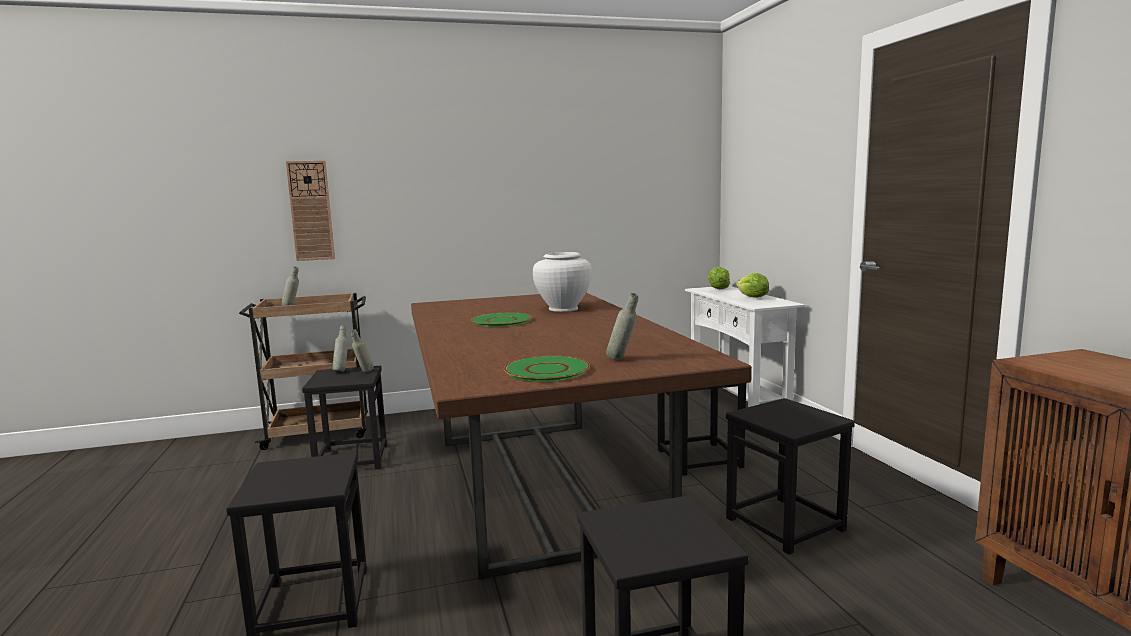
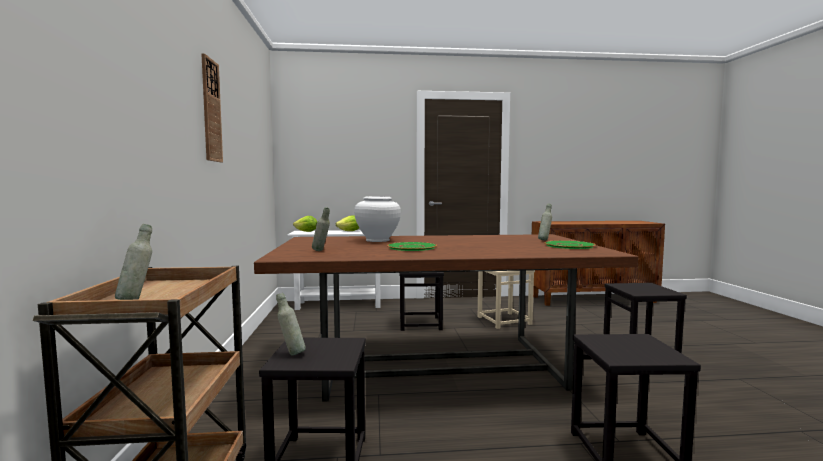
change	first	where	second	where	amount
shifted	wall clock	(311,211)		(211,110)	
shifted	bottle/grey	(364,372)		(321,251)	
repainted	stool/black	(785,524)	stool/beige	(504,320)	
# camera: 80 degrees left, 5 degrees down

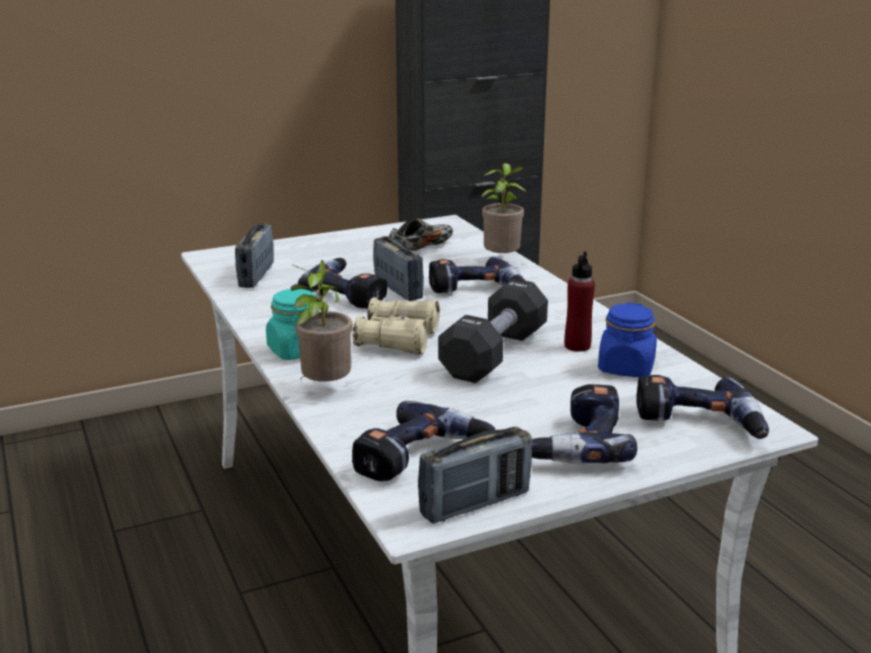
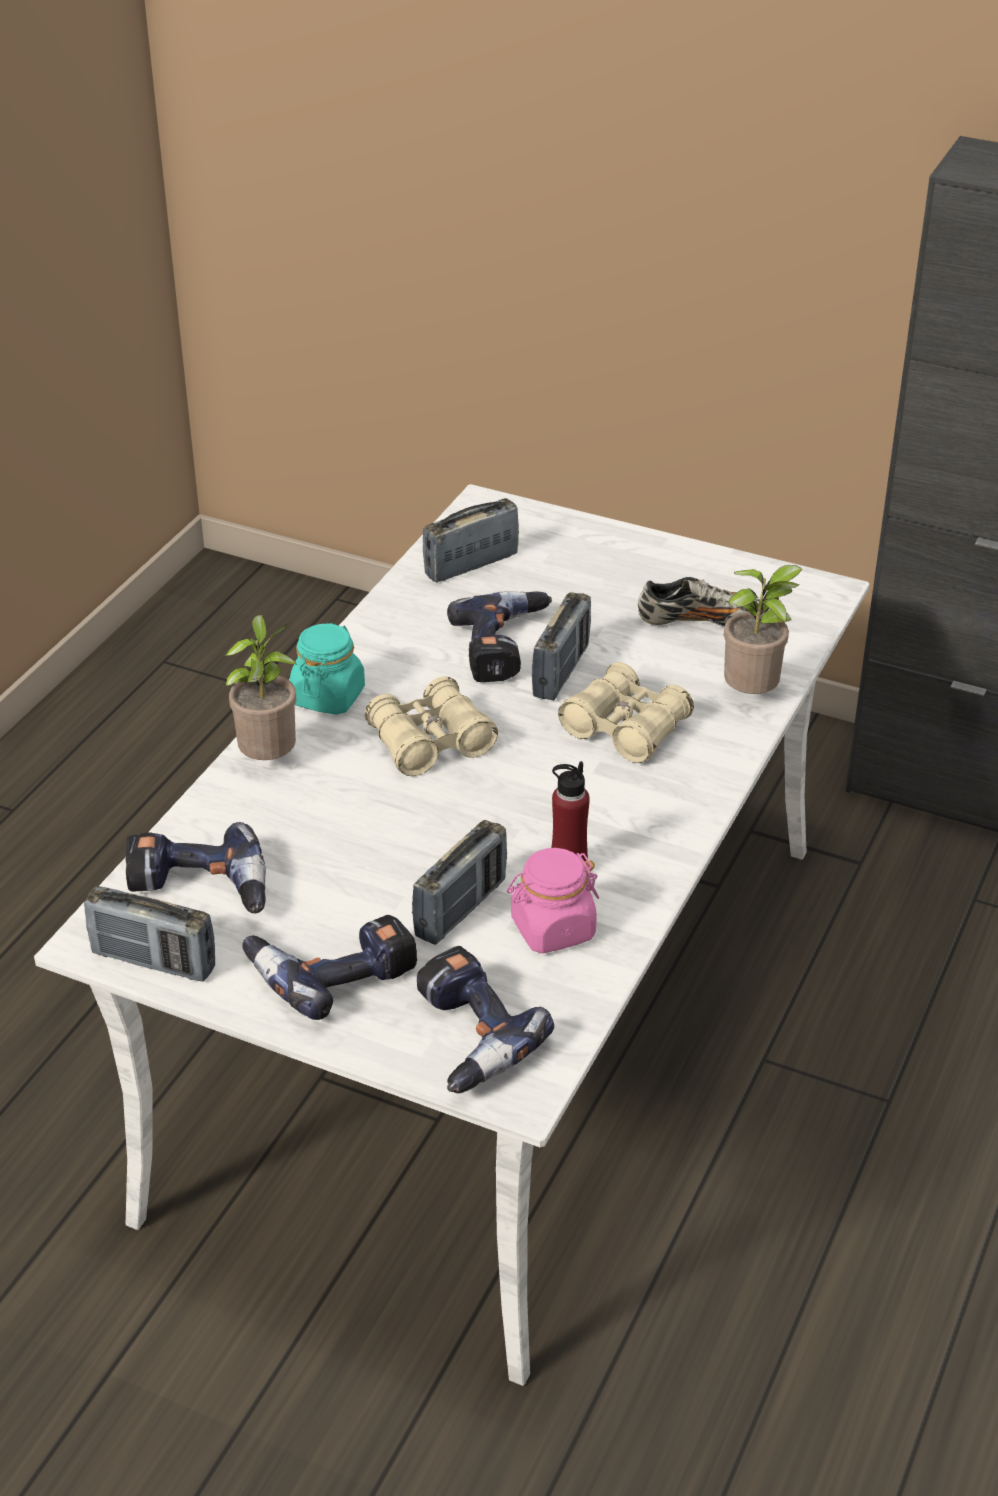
change	first	where	second	where	amount
gone	dumbbell/black	(494,354)			
new			radio	(461,909)	
swapped	power drill	(477,293)	binoculars/beige	(625,728)	
repainted	jar/blue	(626,368)	jar/pink	(552,929)	
# camera: 50 degrees right, 15 degrees up

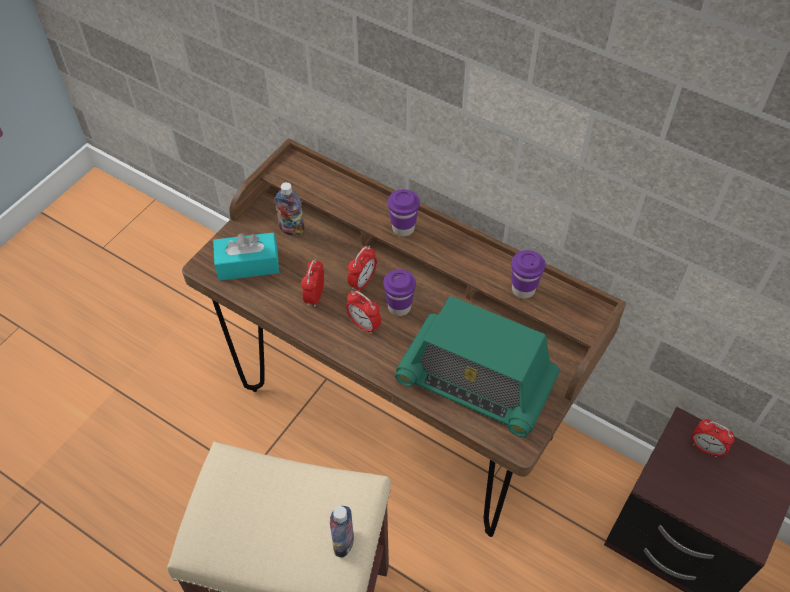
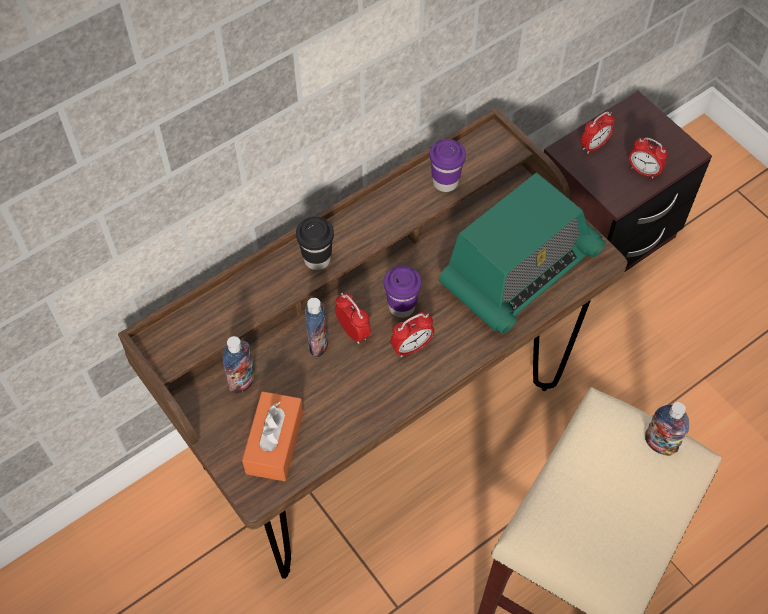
change	first	where	second	where	amount
new			bottle	(318,344)	
shifted	alarm clock	(314,296)		(643,171)	
repainted	tissue box/turquoise	(248,264)	tissue box/orange	(274,443)	
repainted	cup/purple	(403,228)	cup/black	(317,259)	
# camera: 70 degrees left, 5 degrees up

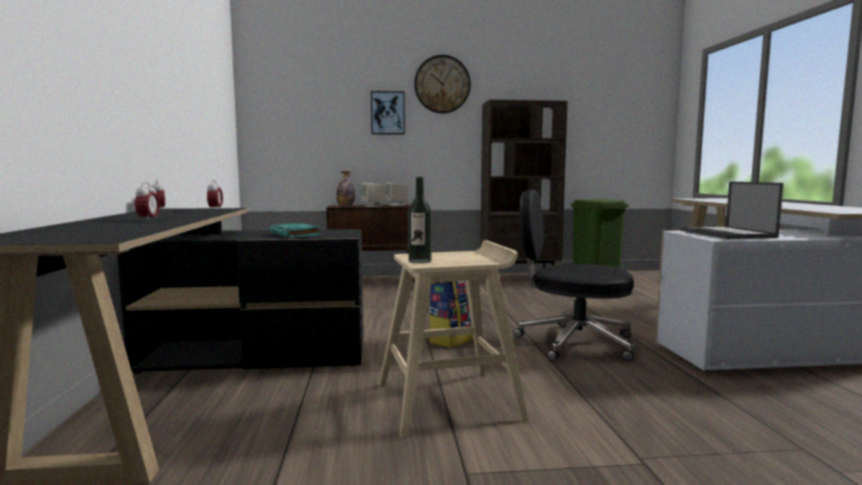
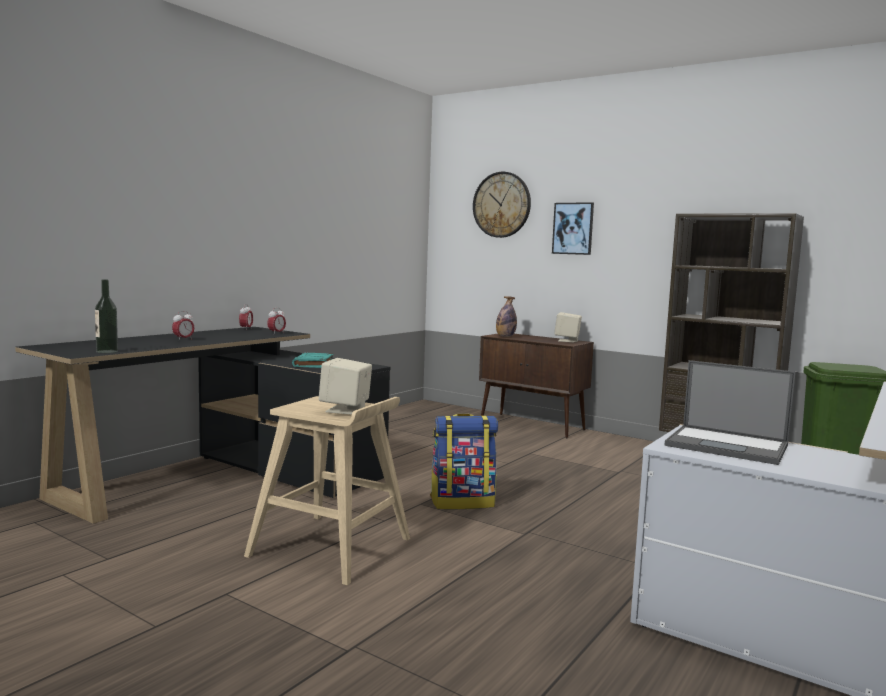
change	first	where	second	where	amount
gone	office chair/black	(573,342)			
shifted	speaker/beige	(373,206)		(345,410)	
shifted	bottle	(419,261)		(107,351)	
shifted	wall clock	(442,84)		(501,205)	
rotated	laptop	(727,234)		(728,446)	90 degrees counterclockwise
# camera: 40 degrees right, 0 degrees up

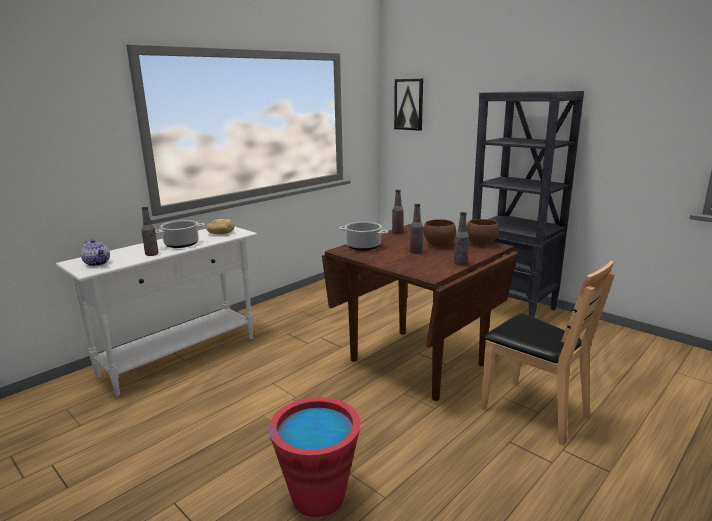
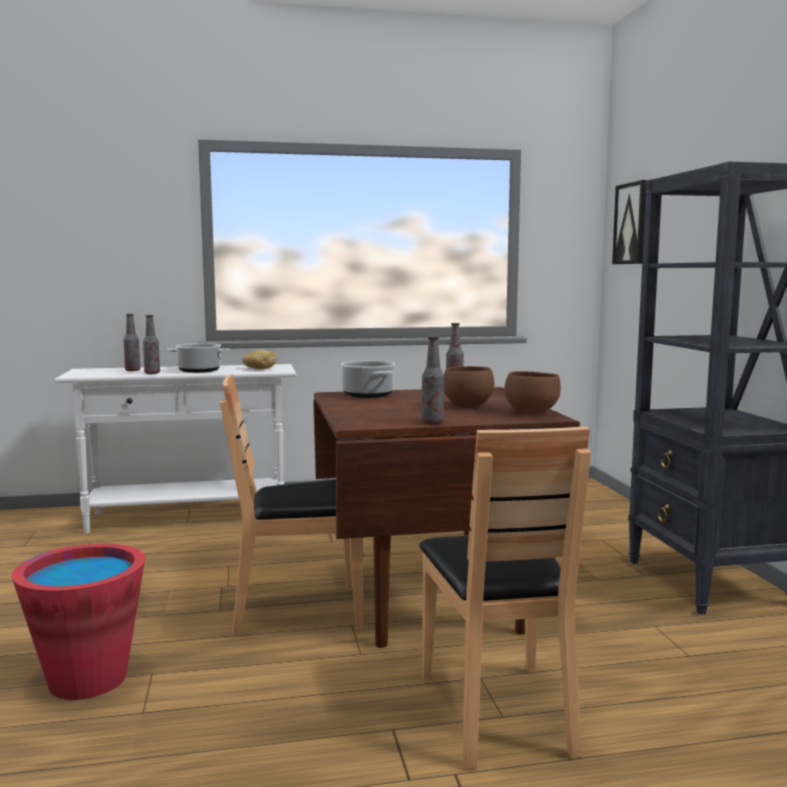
change	first	where	second	where	amount
gone	teapot	(97,263)			
new			chair/brown	(299,612)	
shifted	bottle	(416,252)		(132,370)	
# camera: 35 degrees right, 10 degrees down

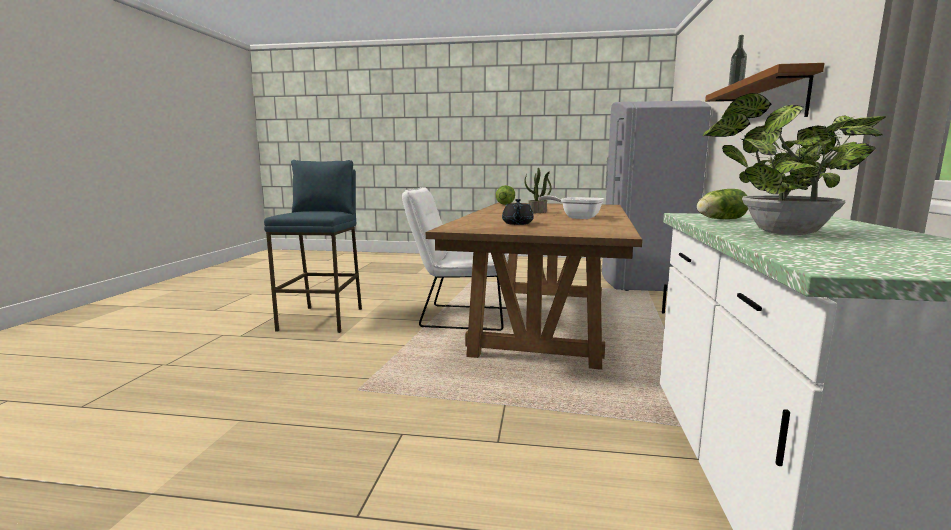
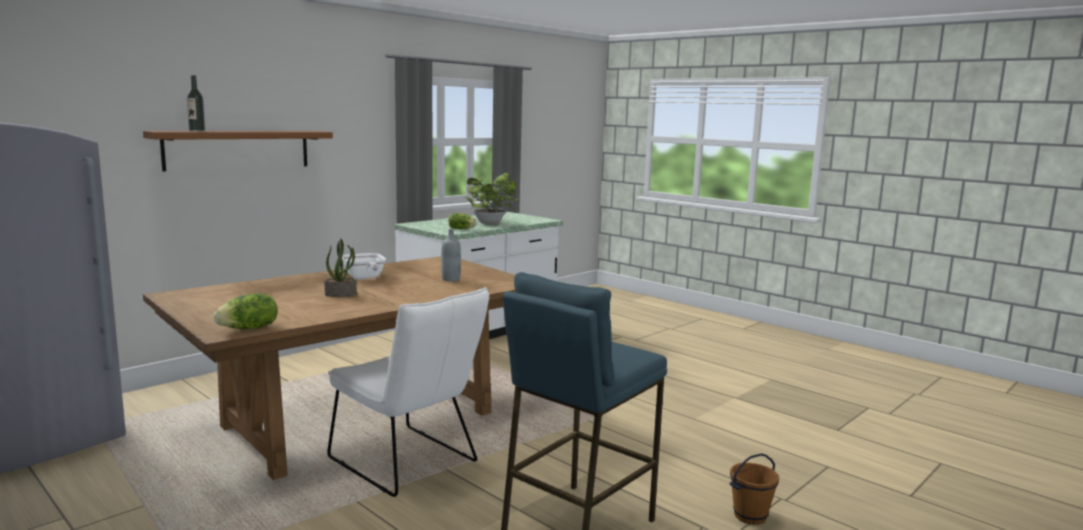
change	first	where	second	where	amount
new			bucket/brown	(749,516)	
swapped	teapot/black	(517,224)	bottle/grey	(451,279)	
# camera: 145 degrees left, 0 degrees up

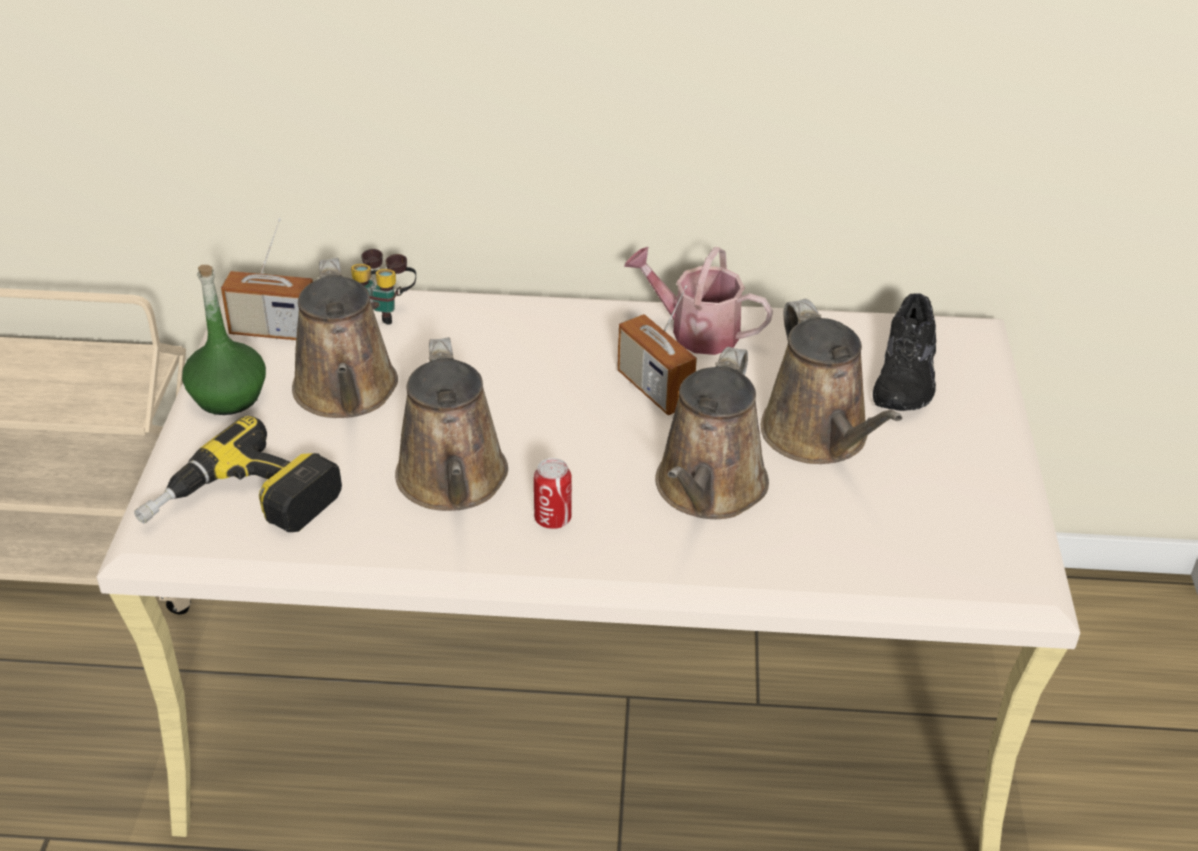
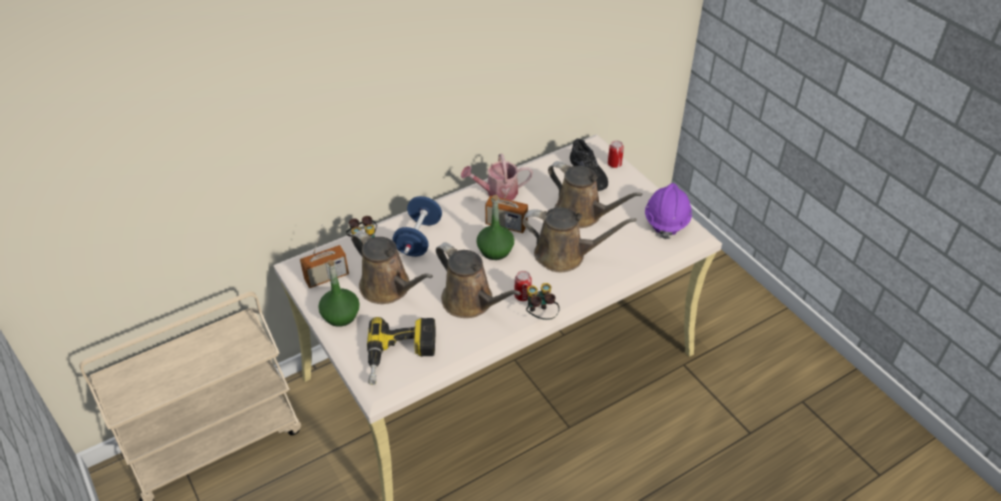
change	first	where	second	where	amount
new			dumbbell/blue	(418,239)	
new			bottle/green	(495,250)	
new			binoculars	(540,316)	
new			can	(614,164)	
new			hard hat/purple	(666,220)	
rotated	watering can/brown	(708,490)		(565,255)	60 degrees counterclockwise
# camera: 35 degrees left, 5 degrees up

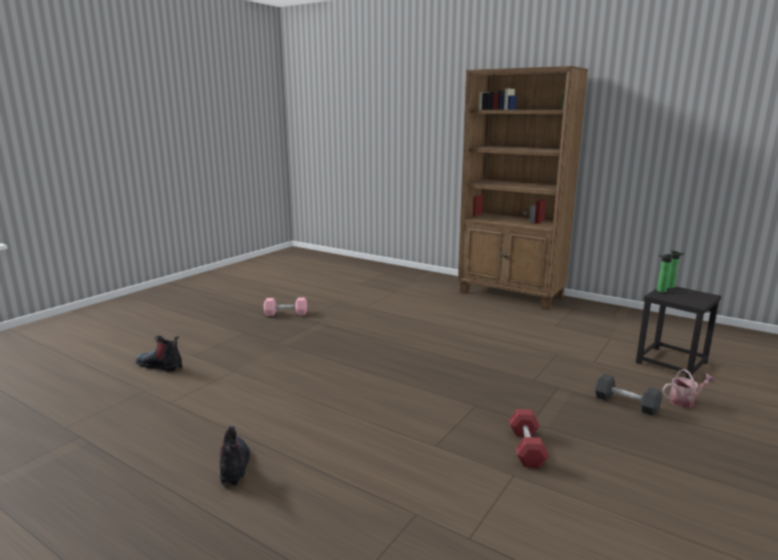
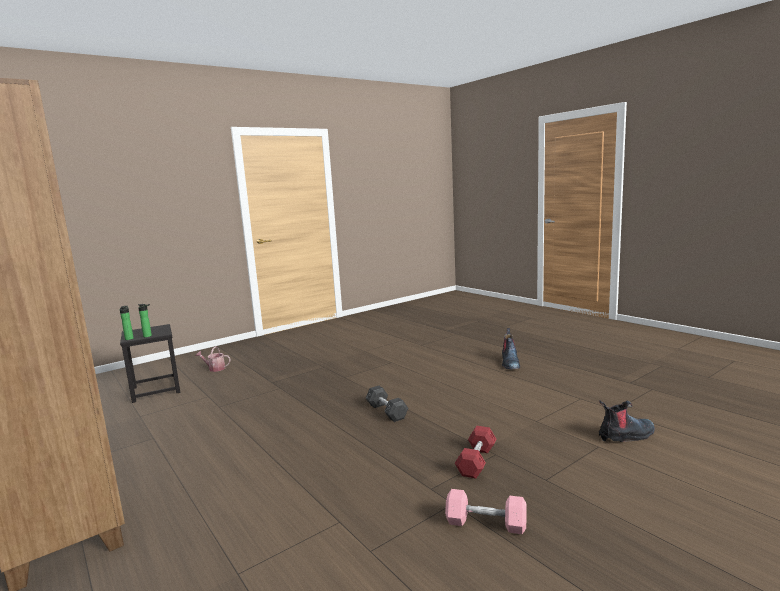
change	first	where	second	where	amount
shifted	dumbbell/red	(526,448)		(476,461)	
shifted	dumbbell/grey	(626,403)		(386,411)	
rotated	boot	(161,366)		(626,436)	60 degrees counterclockwise
# camera: 160 degrees left, 5 degrees down

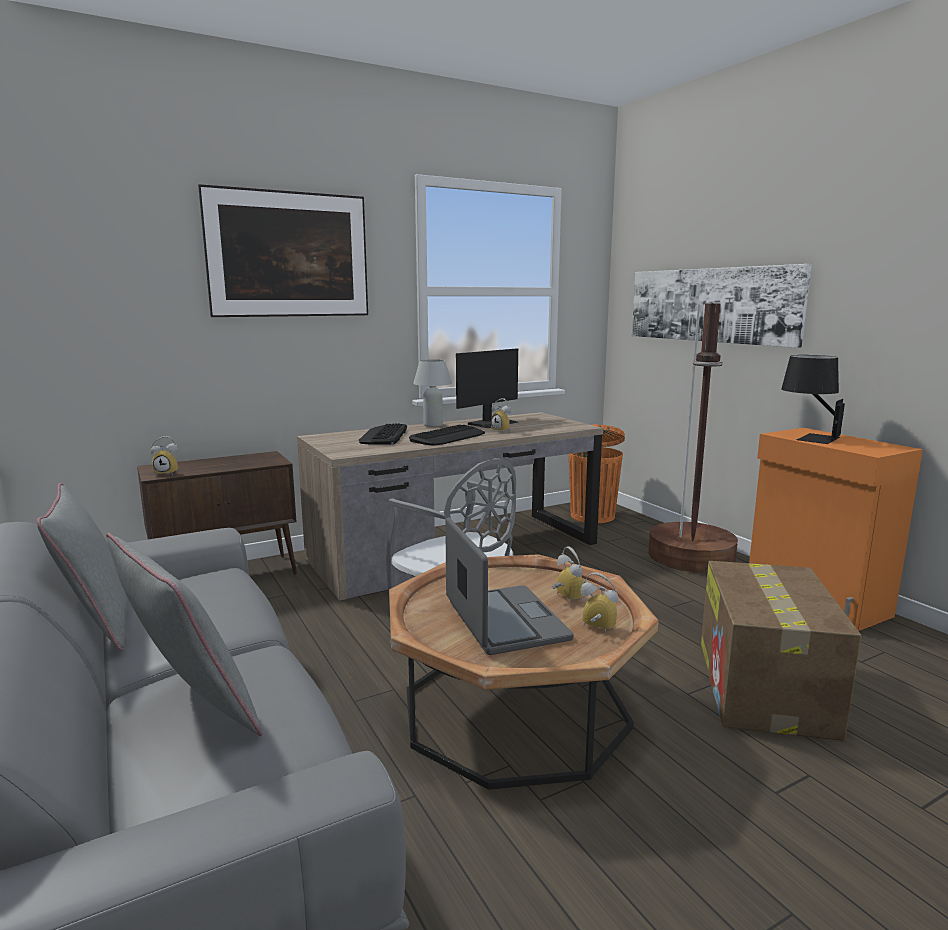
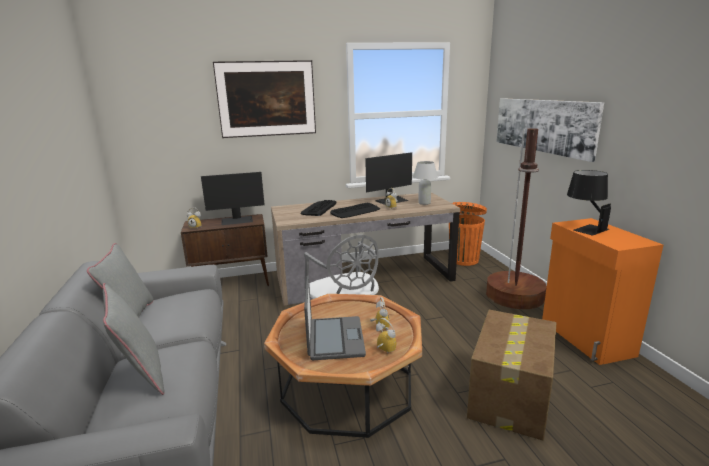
change	first	where	second	where	amount
new			monitor	(237,220)	
shifted	table lamp/white	(433,425)		(424,203)	
# camera: 15 degrees right, 5 degrees up

